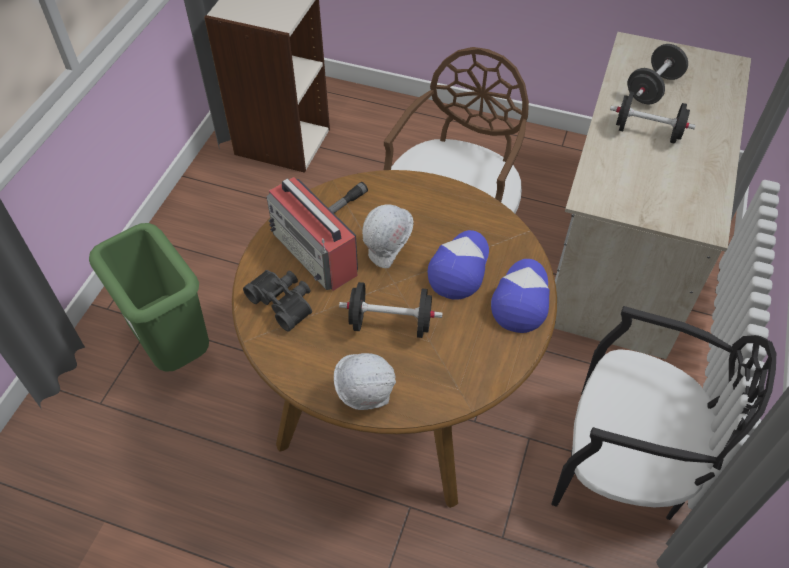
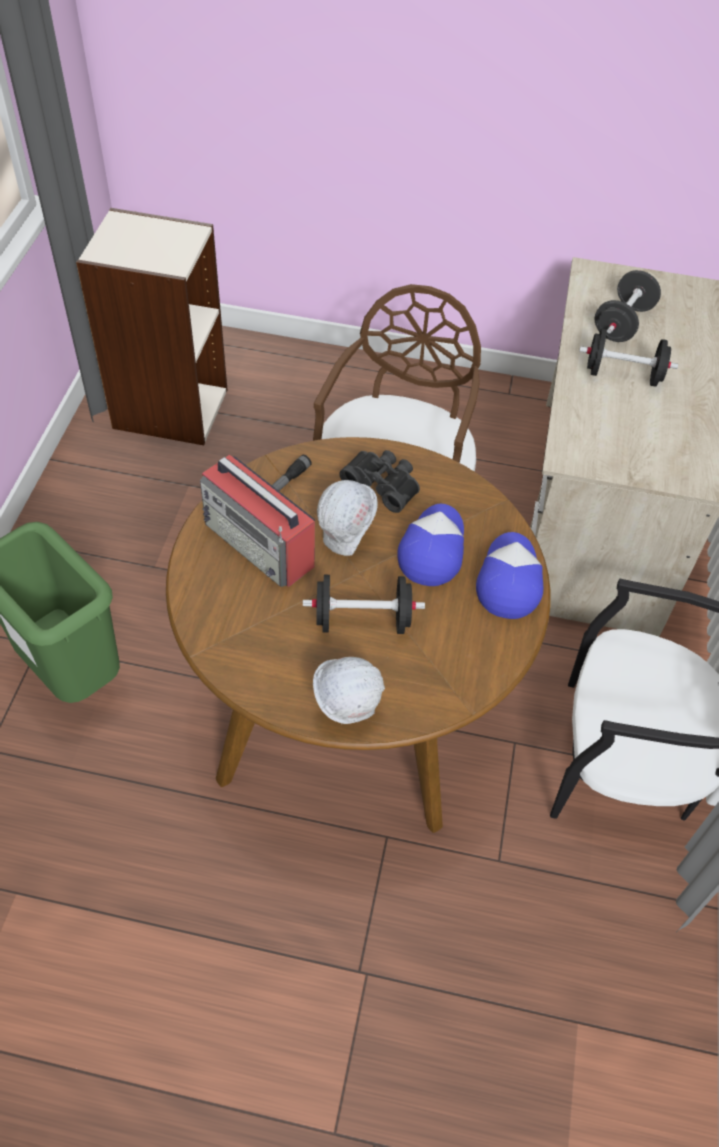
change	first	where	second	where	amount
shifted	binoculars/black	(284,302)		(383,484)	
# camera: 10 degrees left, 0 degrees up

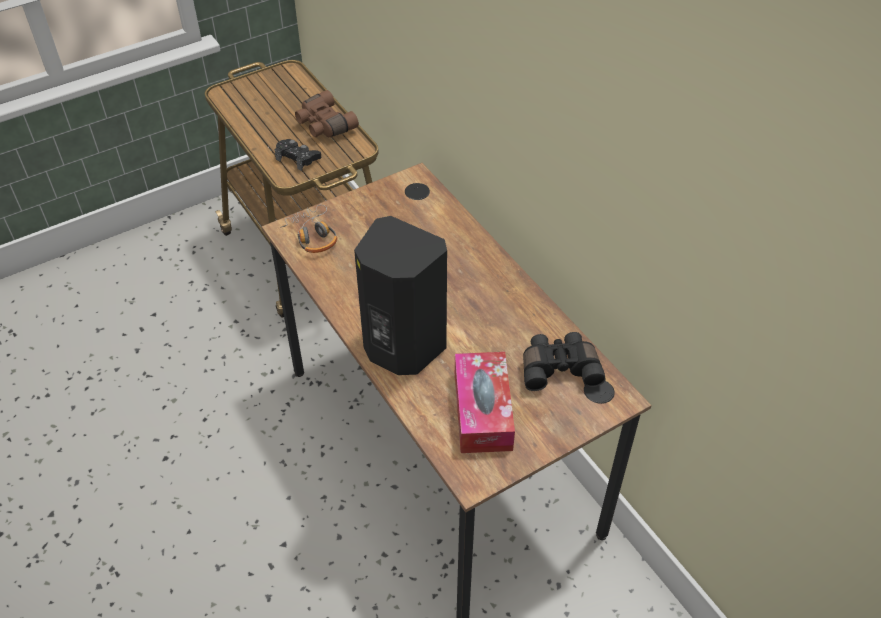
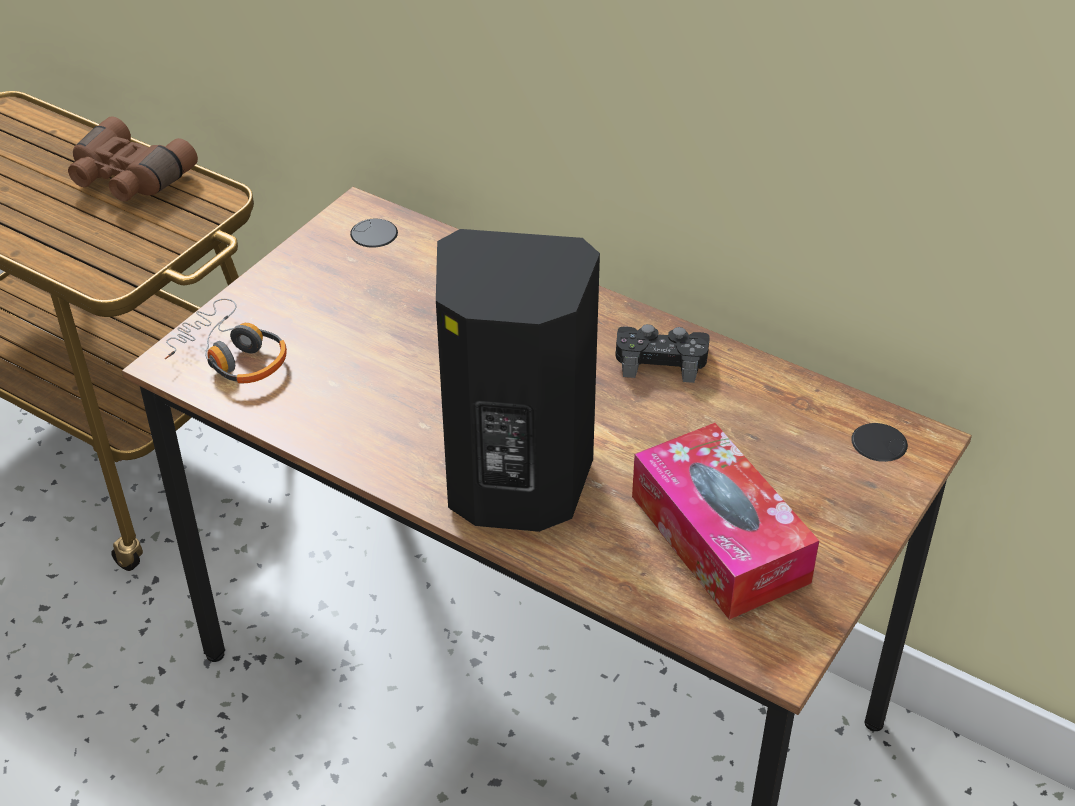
change	first	where	second	where	amount
gone	binoculars/black	(559,367)			
shifted	game controller/black	(297,158)		(661,360)	
# camera: 25 degrees left, 5 degrees down

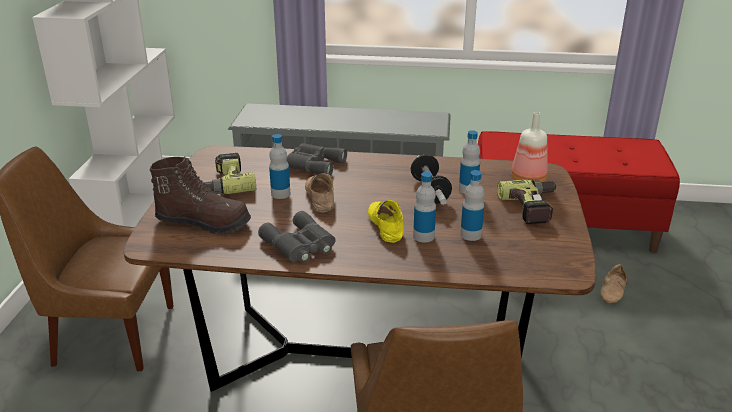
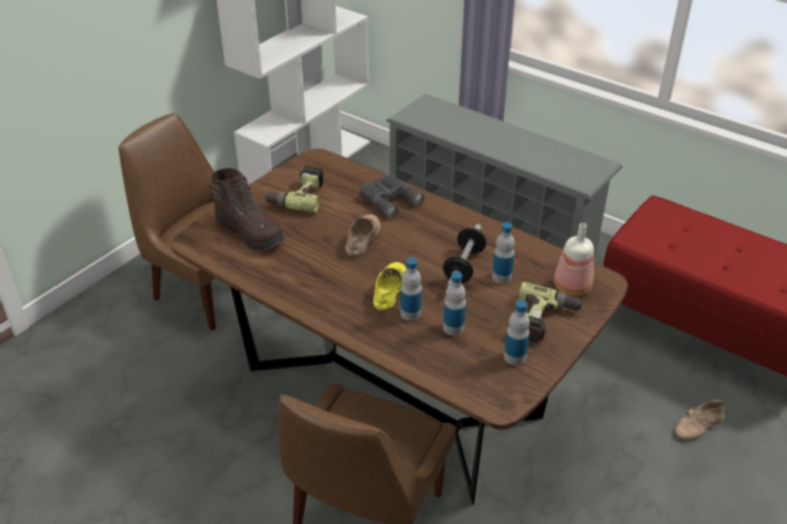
change	first	where	second	where	amount
gone	binoculars/grey	(300,245)			
shifted	bottle	(280,194)		(514,357)	
# camera: 30 degrees right, 10 degrees up

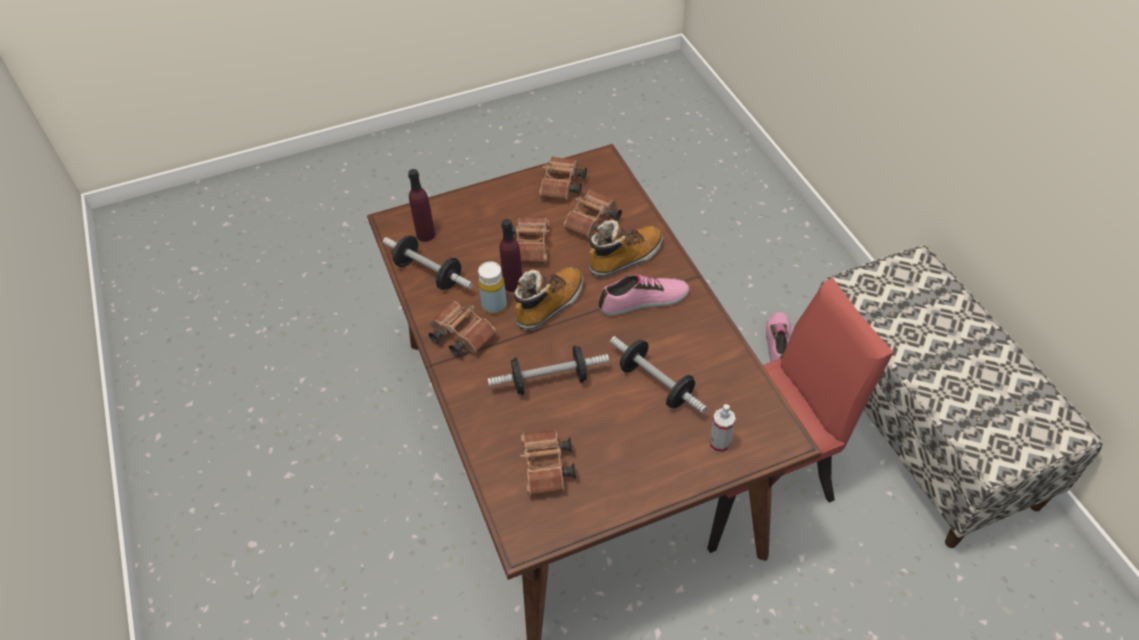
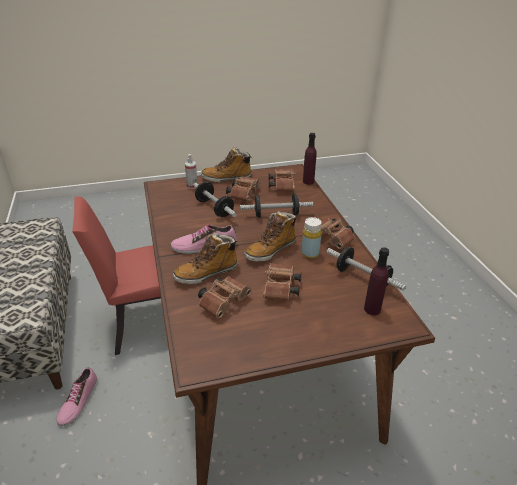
change	first	where	second	where	amount
new			boot	(227,178)	
shifted	bottle/purple	(513,284)		(308,181)	
shifted	binoculars/brown	(562,187)		(244,194)	
# camera: 175 degrees left, 15 degrees down

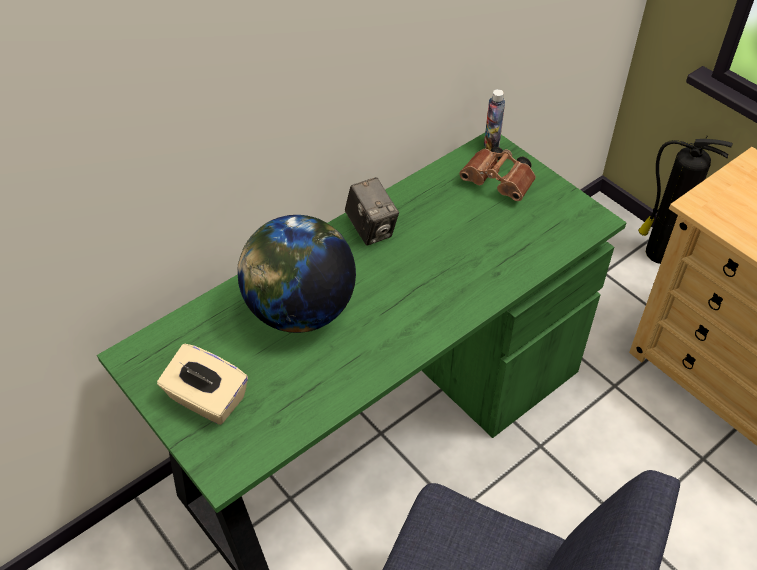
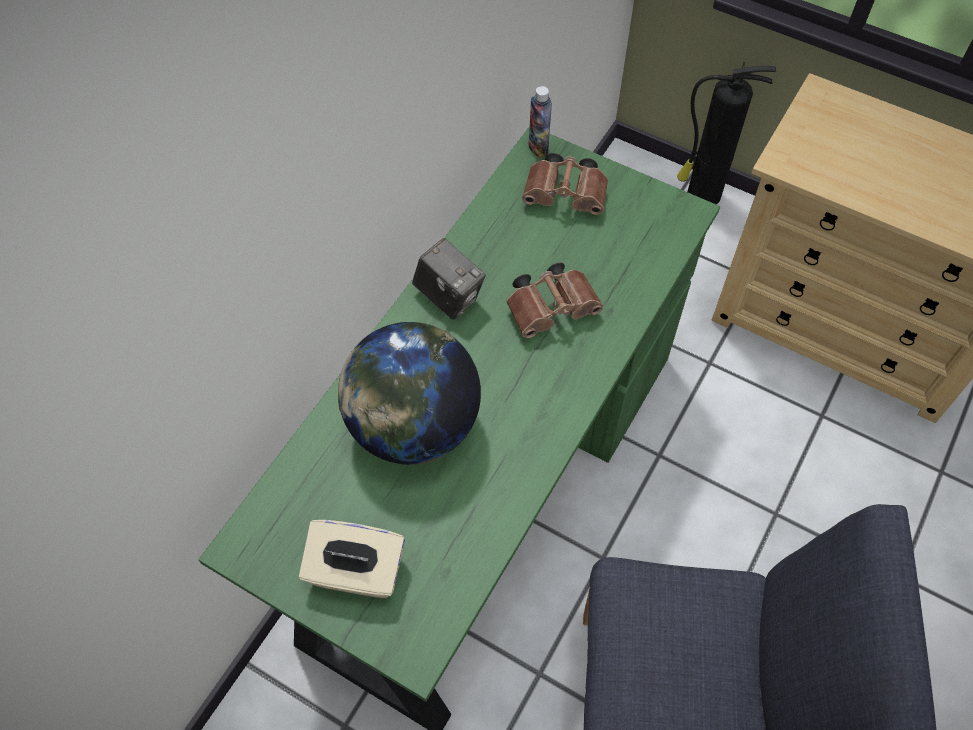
change	first	where	second	where	amount
new			binoculars/brown	(553,309)	
# camera: 20 degrees left, 10 degrees up

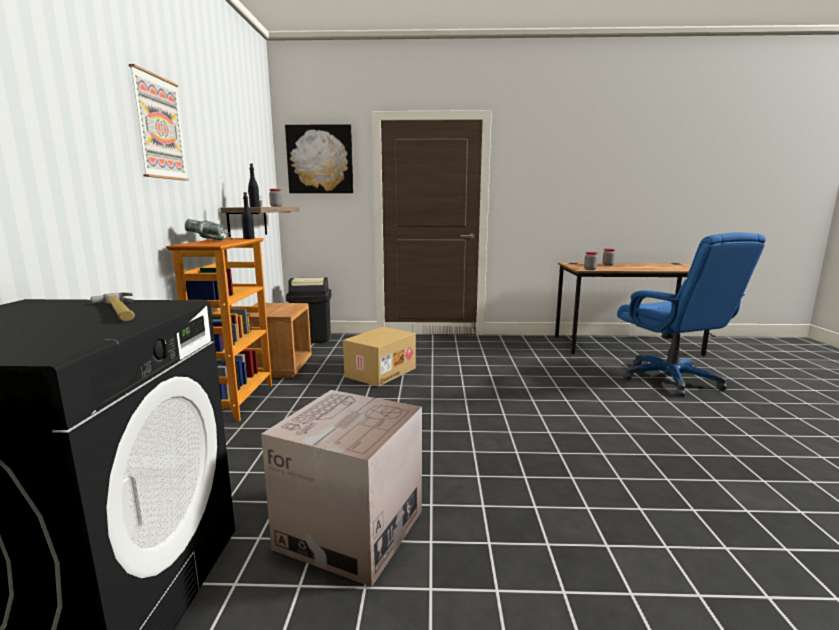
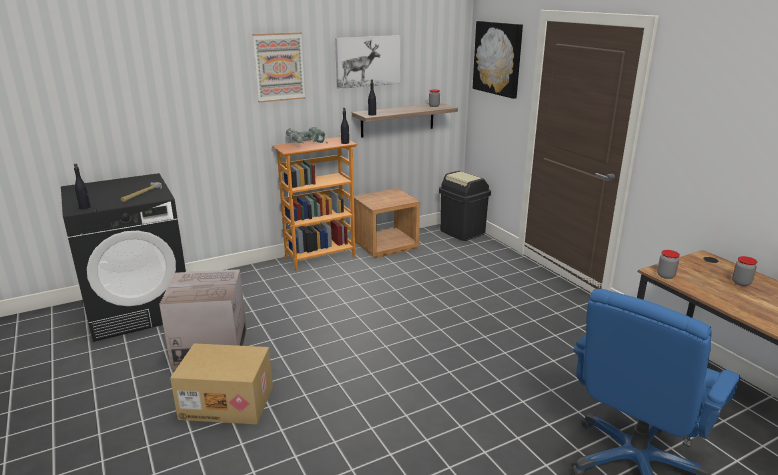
change	first	where	second	where	amount
new			bottle/black	(85,207)	
new			picture	(367,61)	
shifted	cardboard box	(380,372)		(228,402)	
# camera: 60 degrees right, 10 degrees up

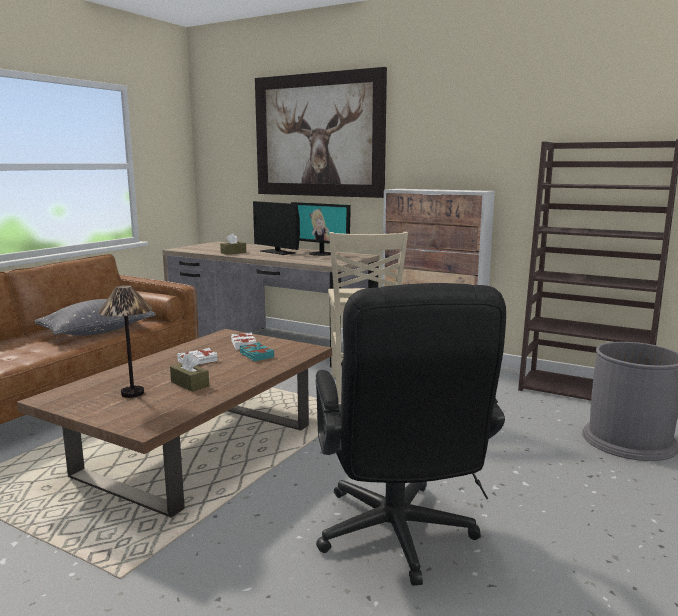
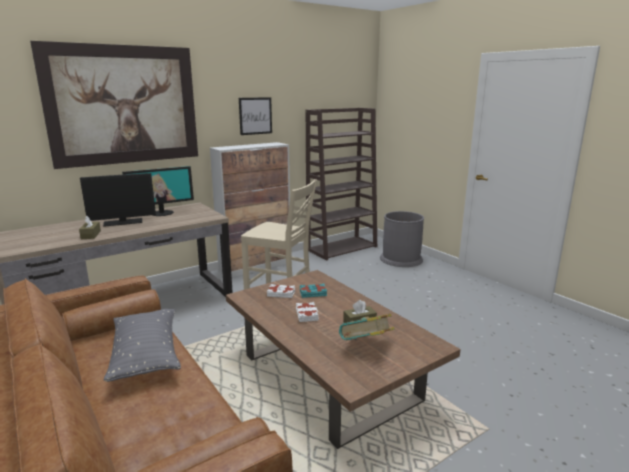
change	first	where	second	where	amount
gone	office chair/black	(397,539)			
new			picture	(255,116)	
swapped	table lamp	(133,393)	book	(366,346)	
# camera: 65 degrees left, 5 degrees up

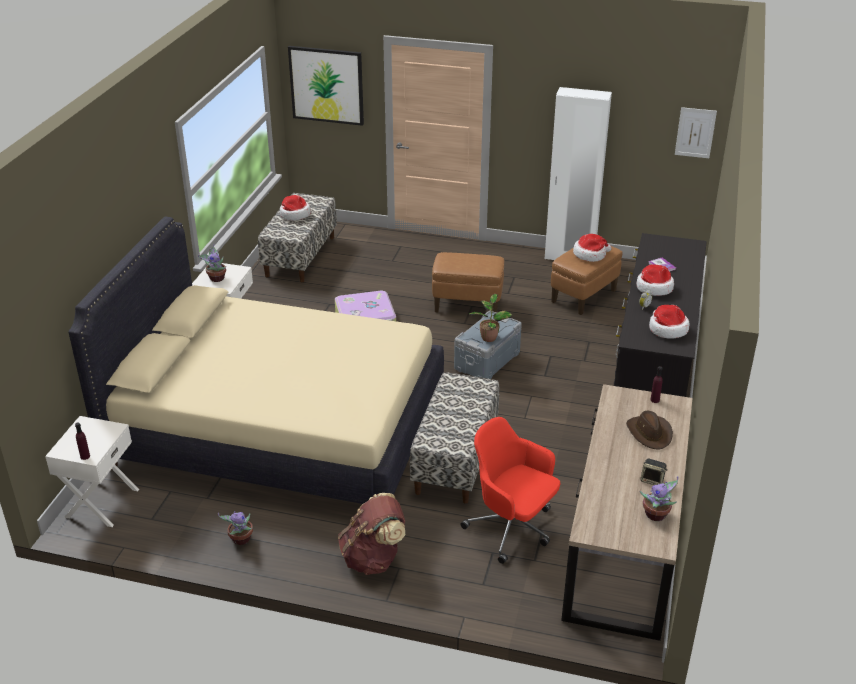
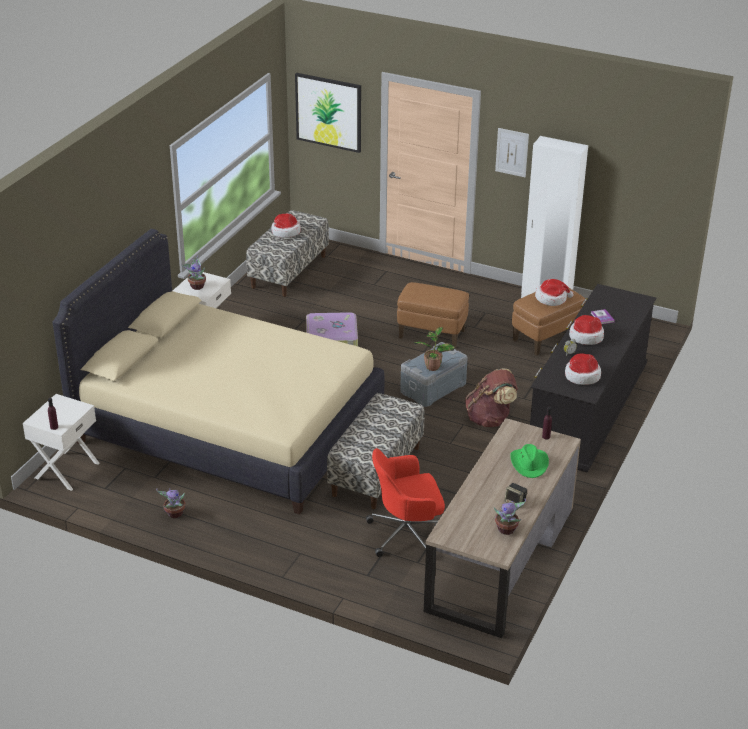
change	first	where	second	where	amount
shifted	backpack/brown	(373,558)		(490,419)	
shifted	picture	(695,132)		(512,152)	
repainted	hat/brown	(649,433)	hat/green	(529,464)	
rotated	office chair/red	(512,528)		(407,534)	60 degrees counterclockwise
# camera: 10 degrees right, 0 degrees up

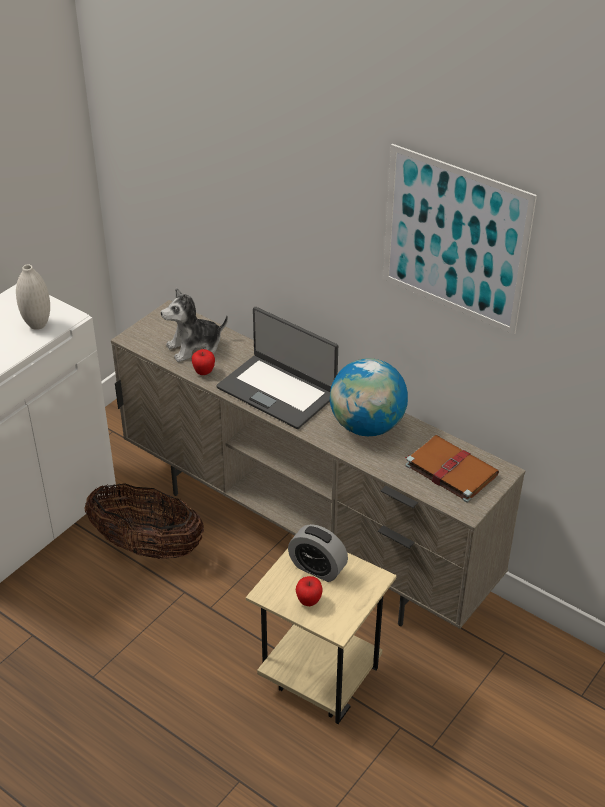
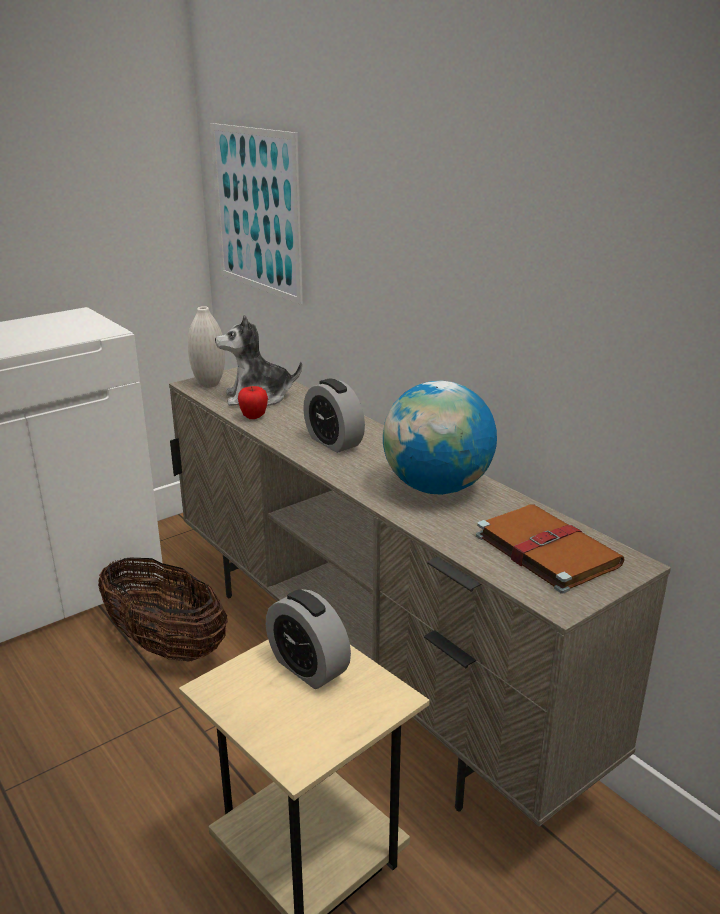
change	first	where	second	where	amount
gone	apple	(309,601)			
shifted	vase/white	(37,325)		(209,384)	
shifted	picture	(454,239)		(256,211)	
swapped	laptop	(277,391)	alarm clock	(333,442)	
# camera: 15 degrees right, 15 degrees down

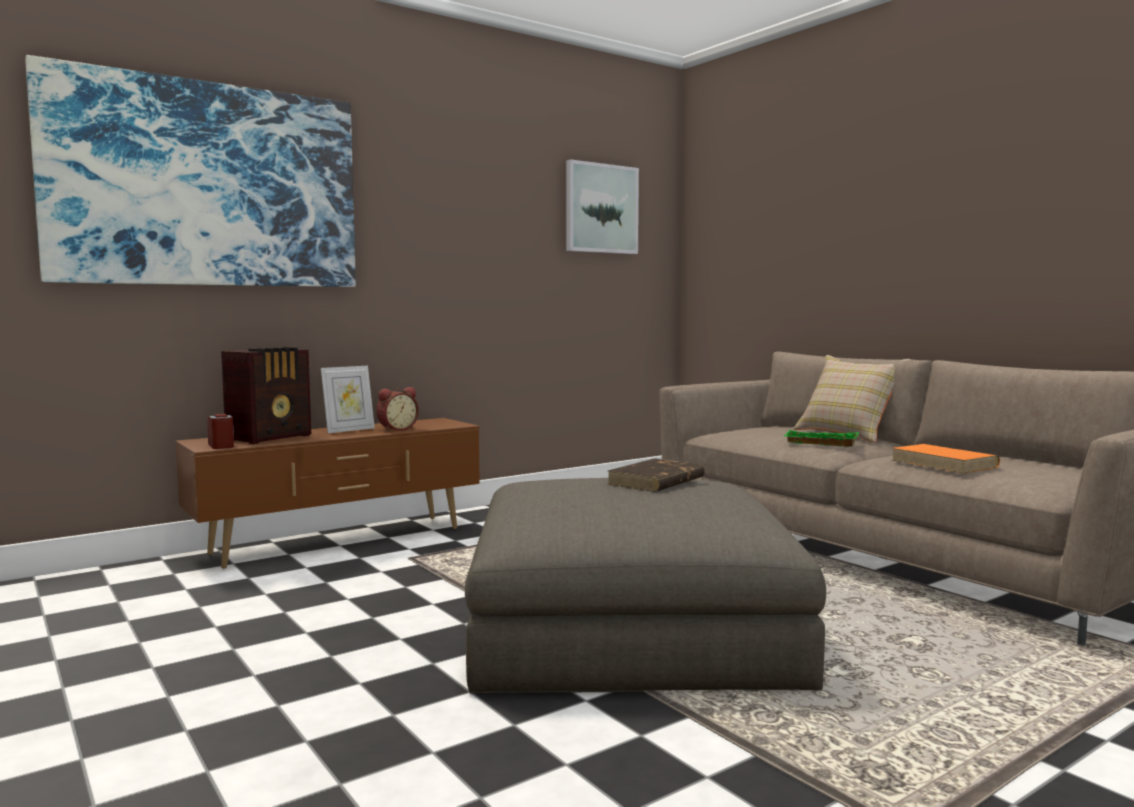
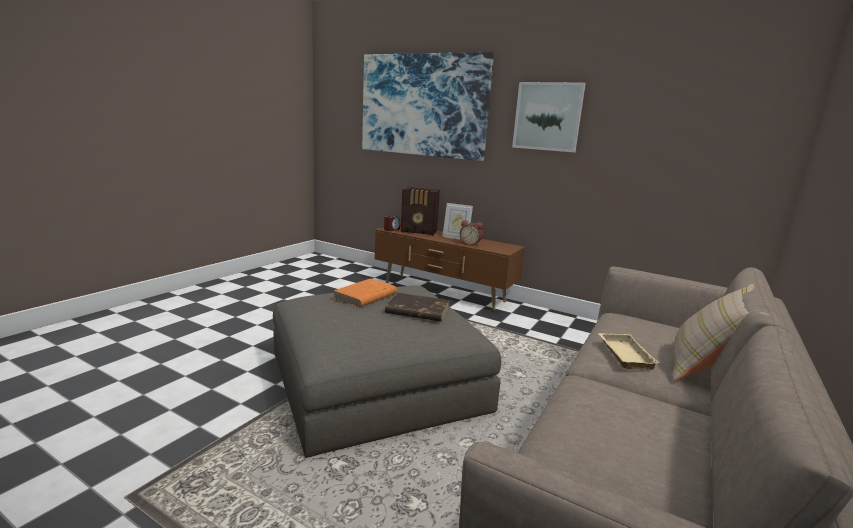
change	first	where	second	where	amount
shifted	picture	(601,208)		(547,116)	
shifted	book/orange	(944,464)		(365,296)	
repainted	tray/green	(819,443)	tray/beige	(623,354)	
# camera: 65 degrees right, 10 degrees up

